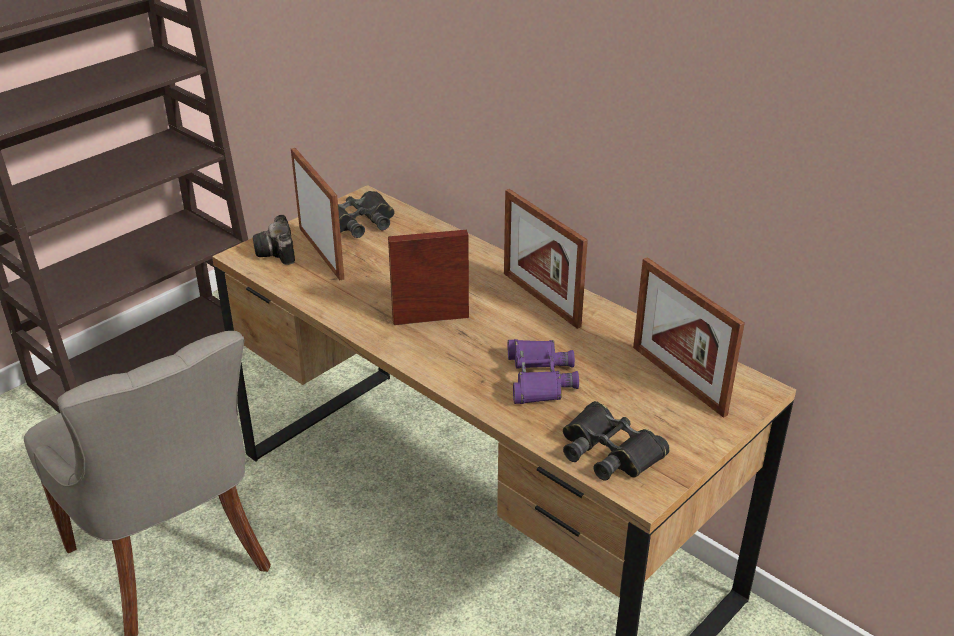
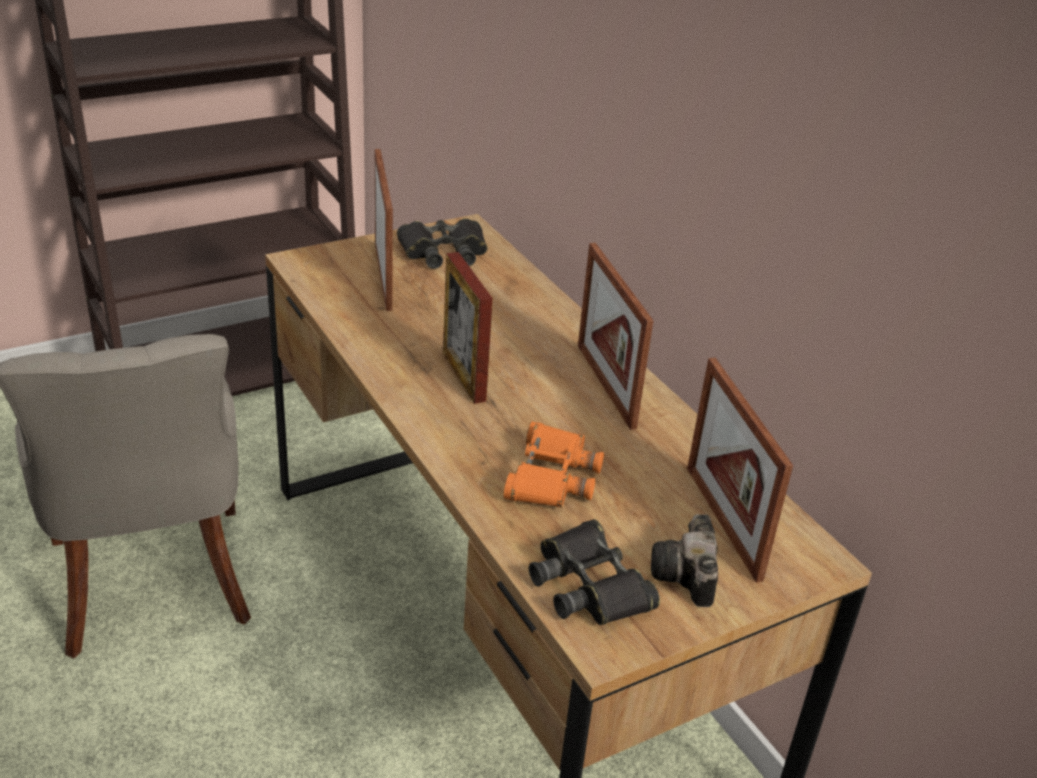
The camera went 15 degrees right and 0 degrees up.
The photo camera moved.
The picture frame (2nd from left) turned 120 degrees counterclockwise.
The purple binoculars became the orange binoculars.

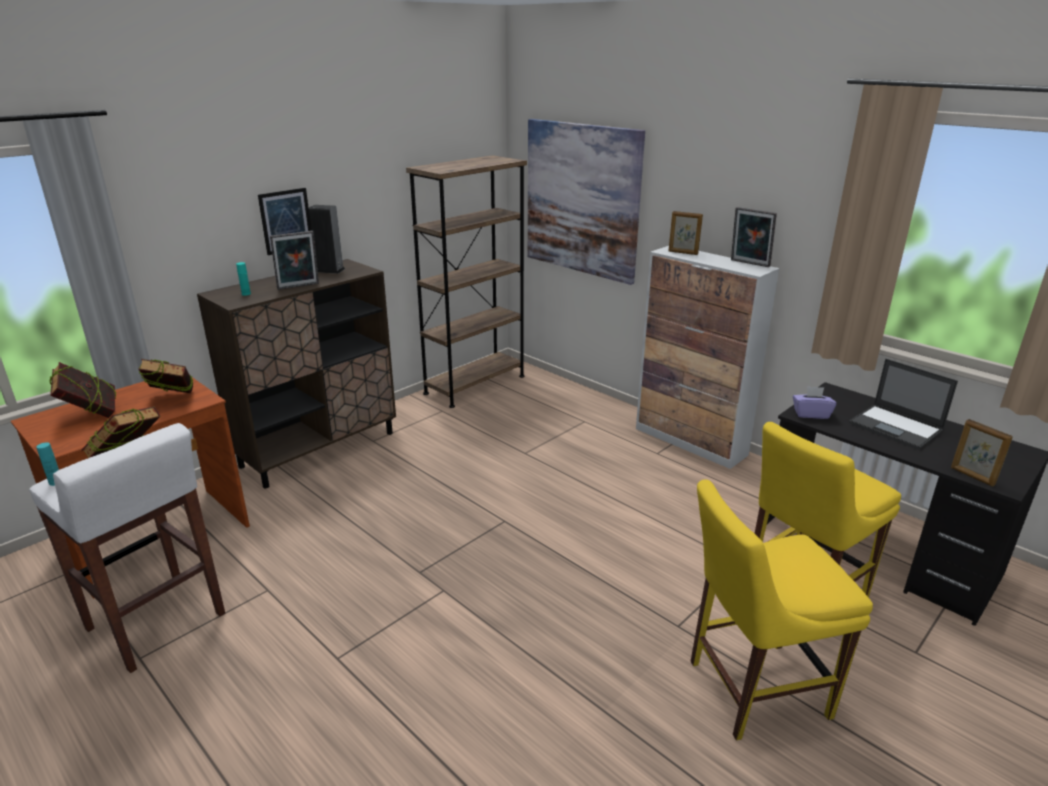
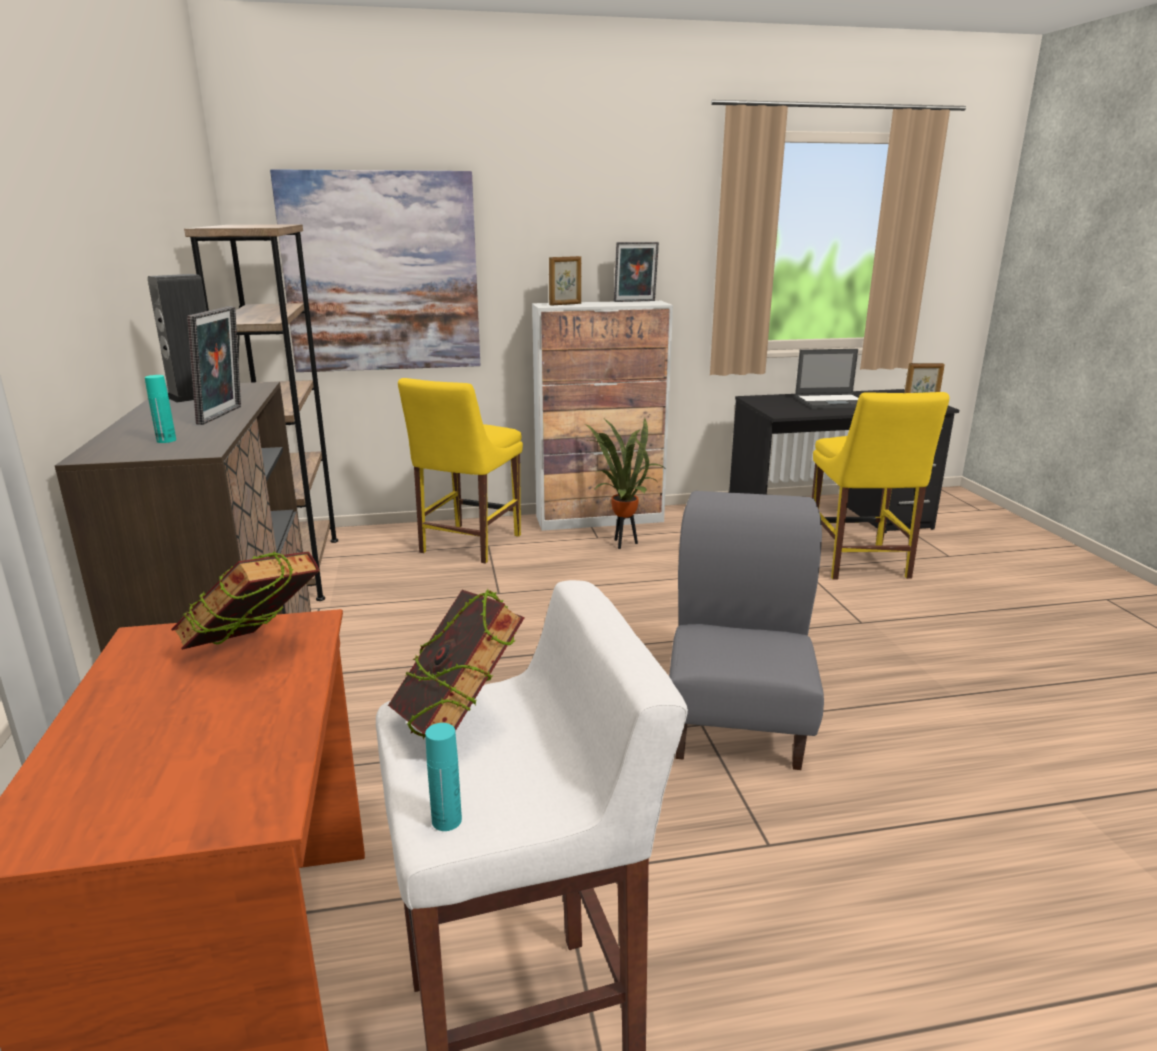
The camera went 55 degrees left and 5 degrees down.
The picture (1st from left) disappeared.
The book (1st from left) disappeared.
The purple tissue box disappeared.
The yellow chair (1st from left) moved.
The potted plant appeared.
The grey chair appeared.

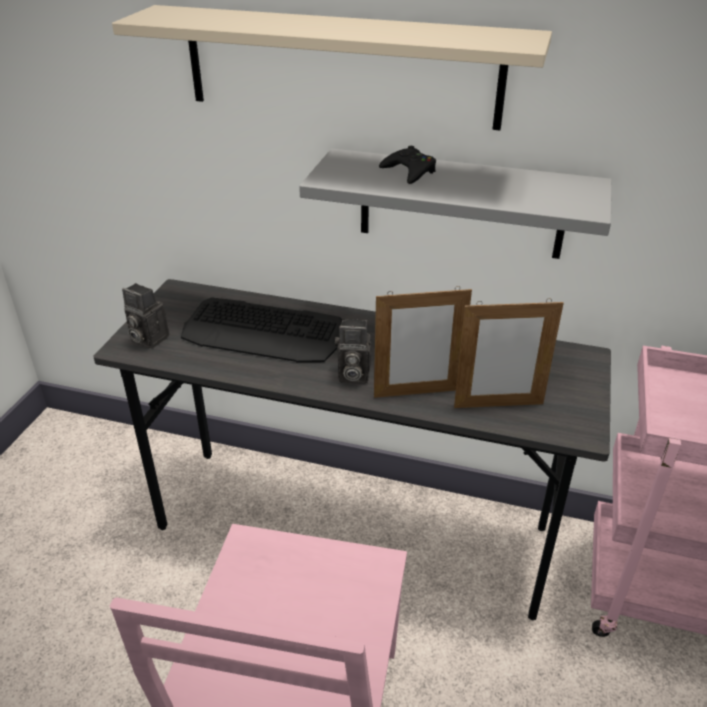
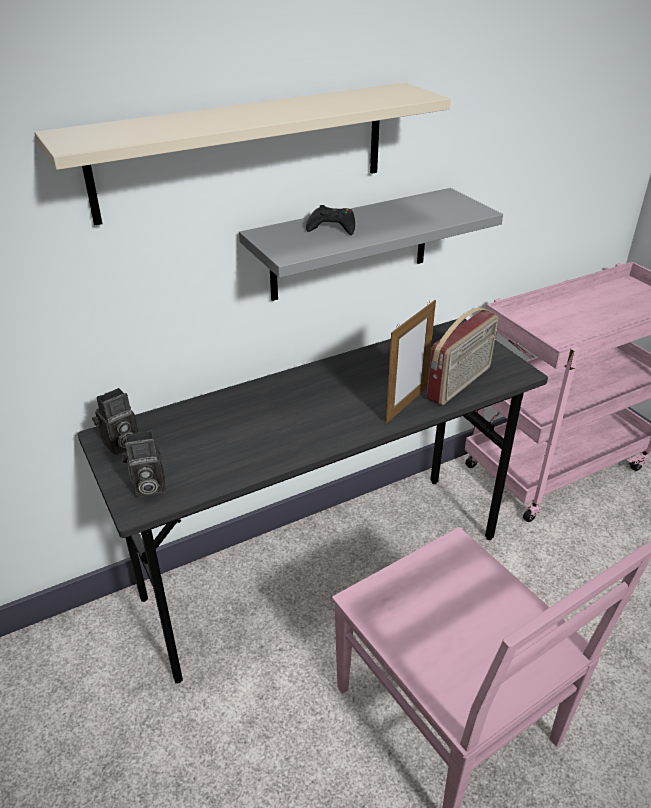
The camera went 45 degrees left and 0 degrees up.
The keyboard disappeared.
The picture frame (2nd from left) was replaced by the radio.
The photo camera (2nd from left in the first image) moved.

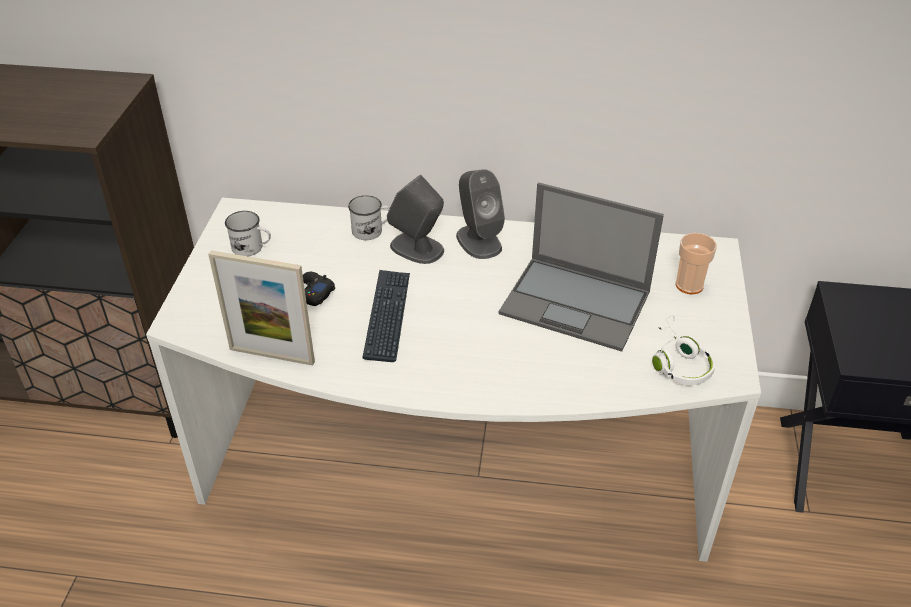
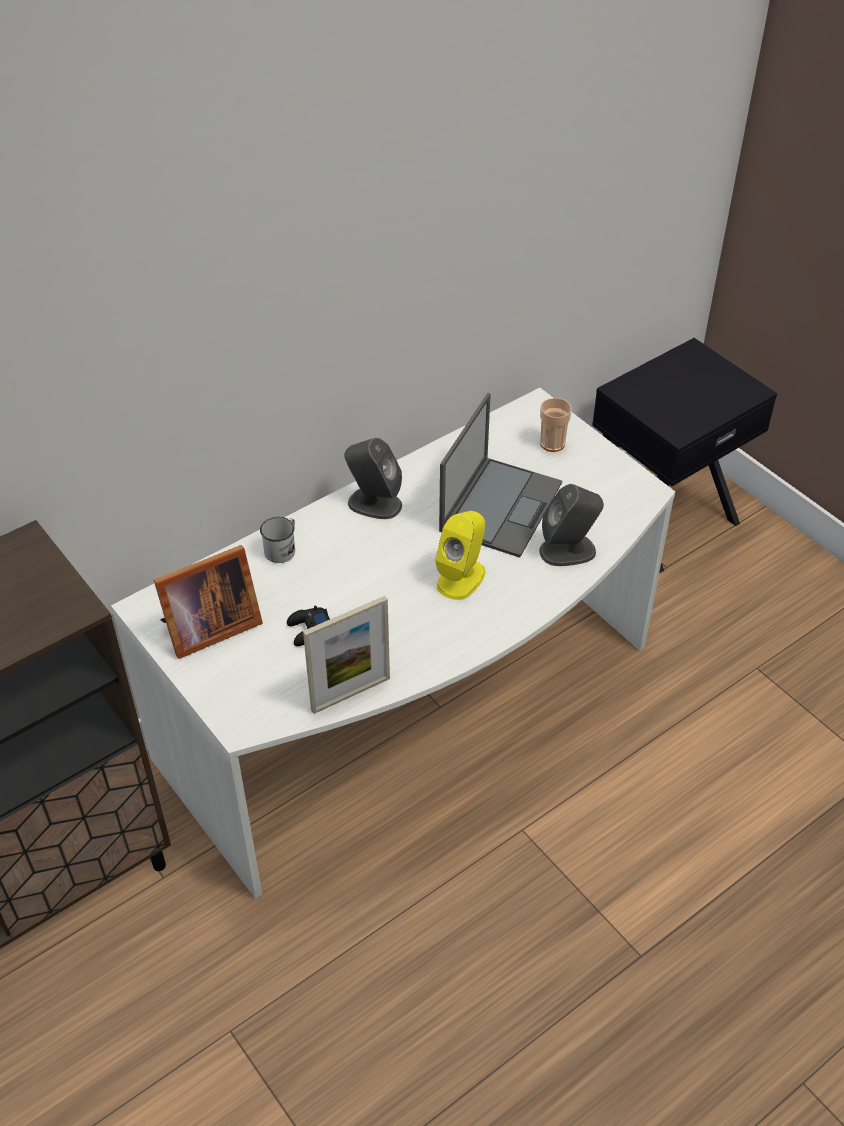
The camera went 45 degrees left and 5 degrees up.
The grey speaker (1st from left in the first image) moved.
The laptop turned 45 degrees counterclockwise.
The white mug (1st from left) was replaced by the picture frame (1st from left).
The keyboard disappeared.
The white headphones disappeared.
The yellow speaker appeared.

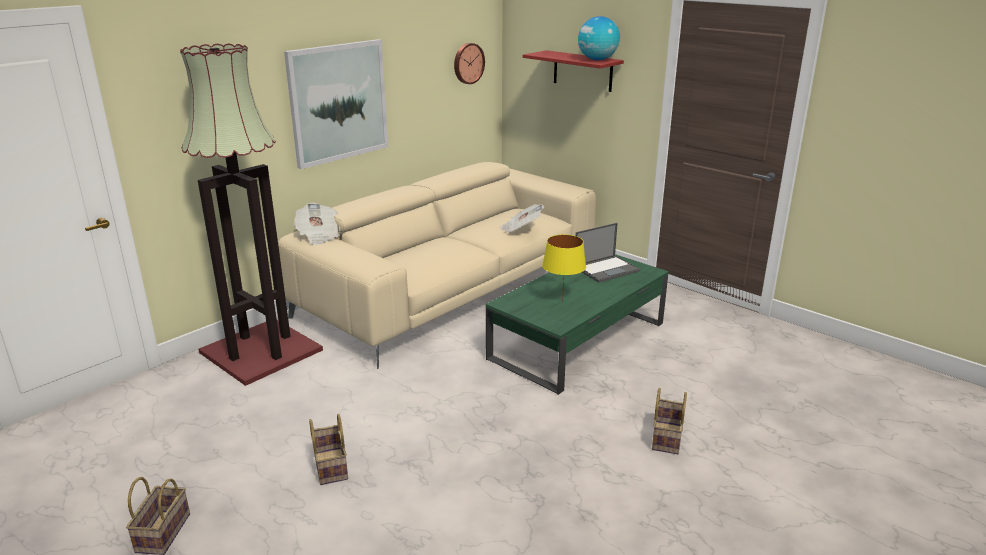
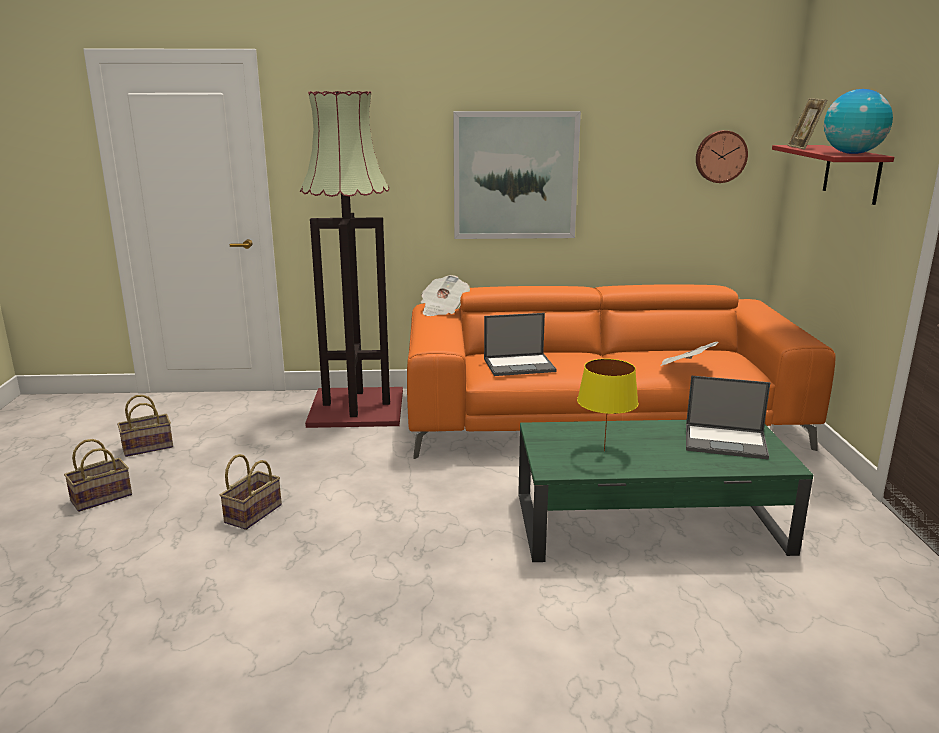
The camera went 45 degrees right and 5 degrees down.
The beige sofa became the orange sofa.
The basket (3rd from left in the first image) moved.
The picture frame appeared.
The laptop (1st from left) appeared.

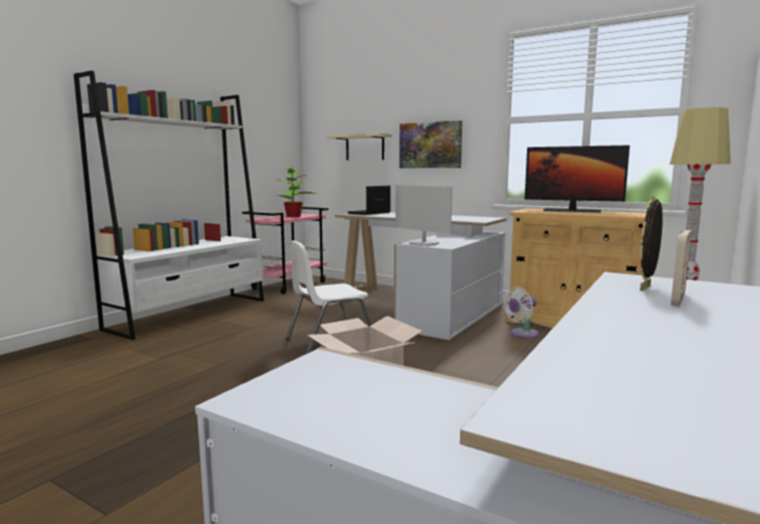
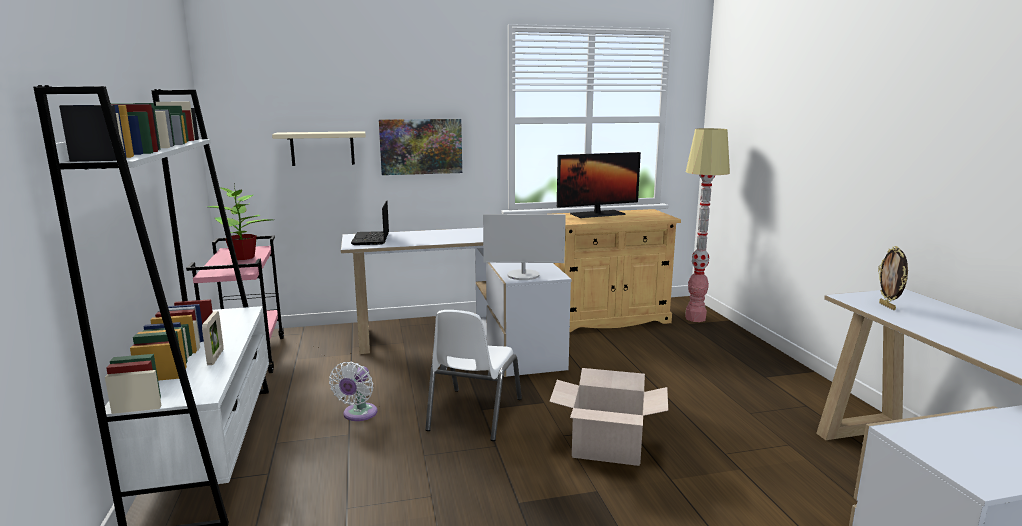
The camera went 45 degrees left and 5 degrees up.
The picture frame (2nd from left in the first image) moved.
The white fan moved.

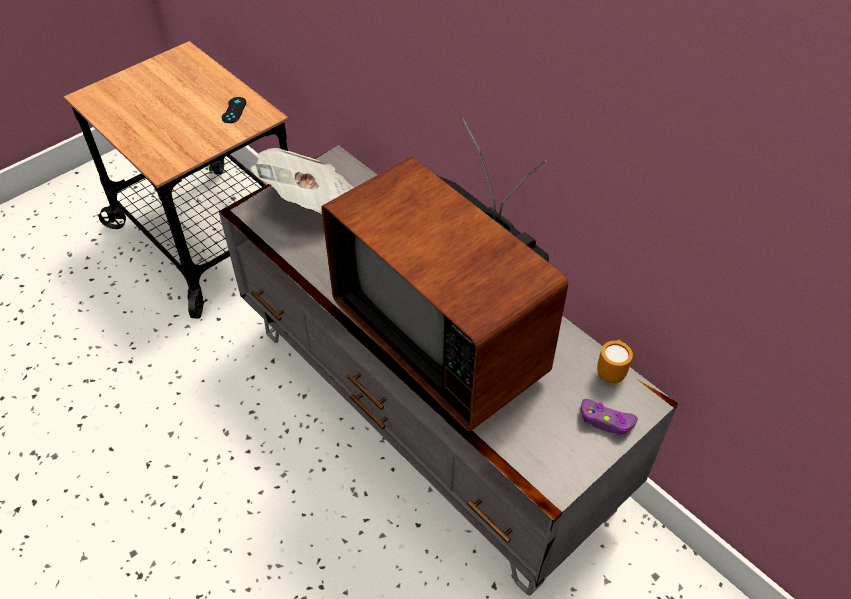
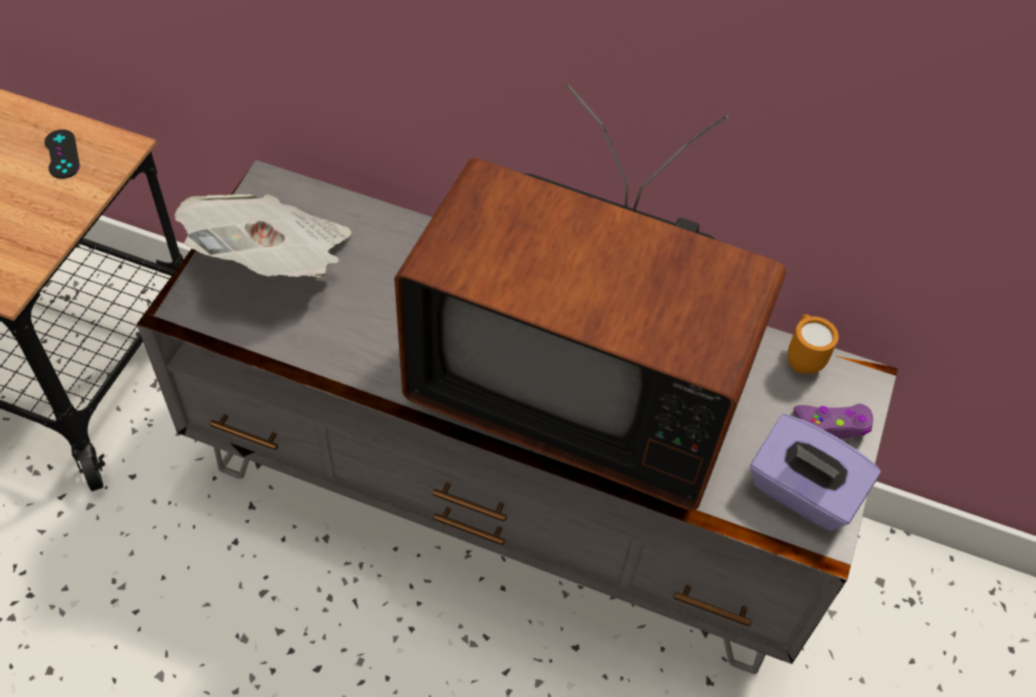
The camera went 30 degrees left and 5 degrees up.
The purple tissue box appeared.

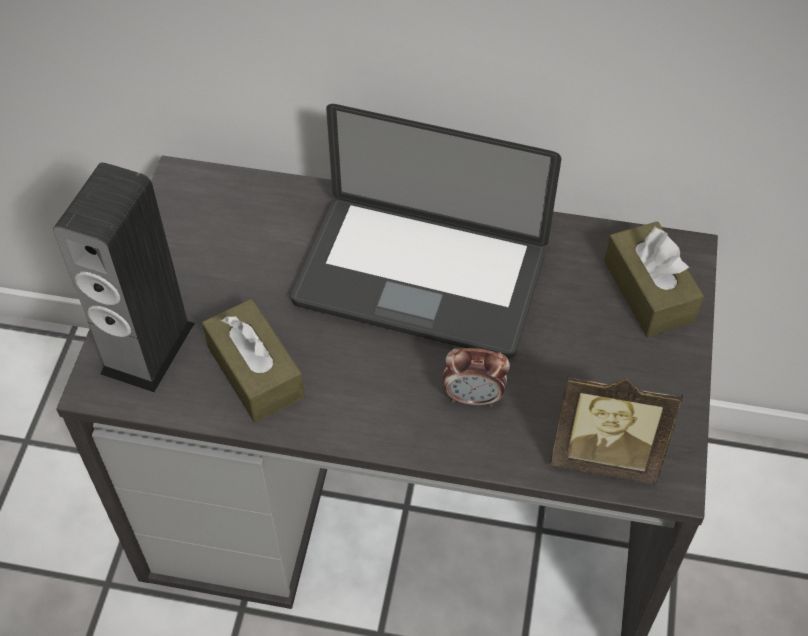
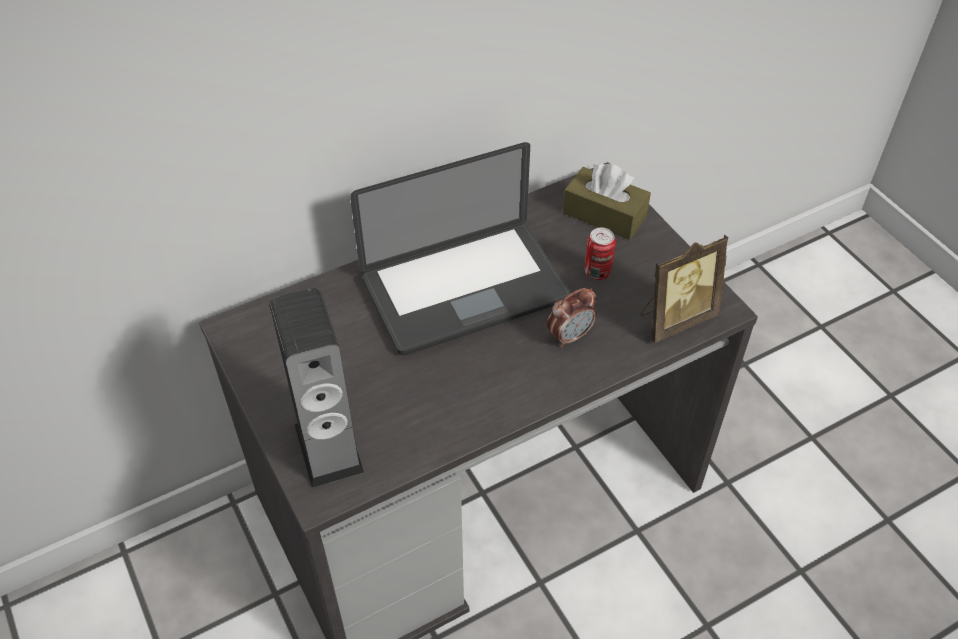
The camera went 40 degrees left and 5 degrees down.
The brown tissue box (1st from left) disappeared.
The can appeared.

